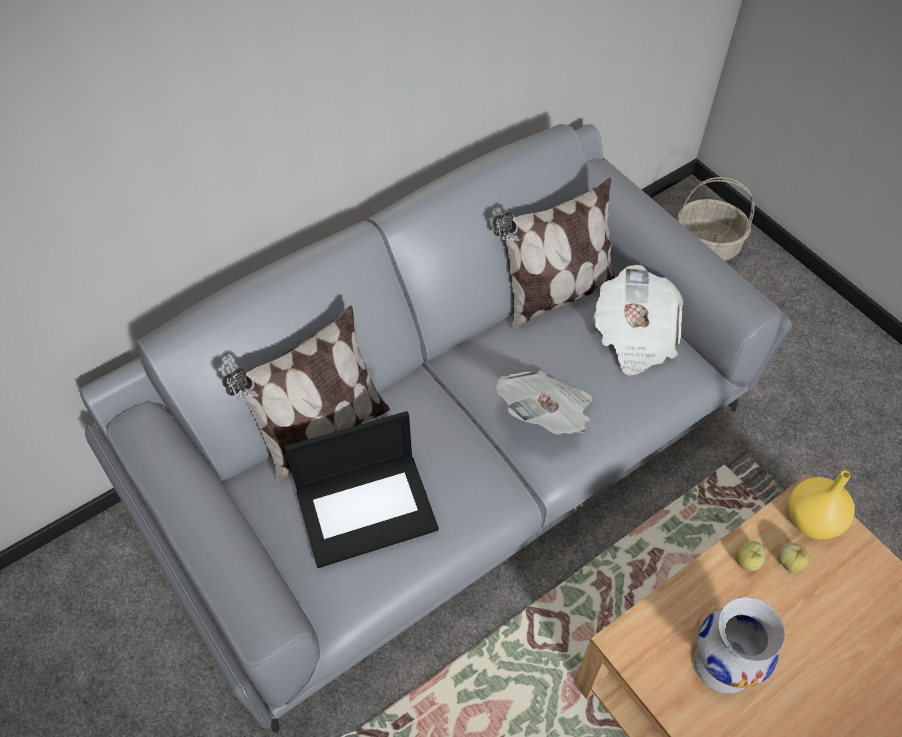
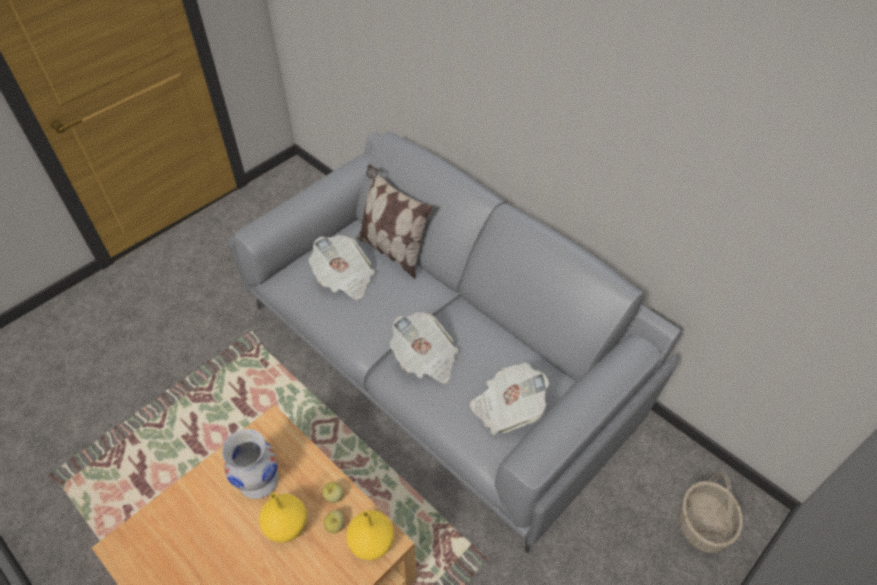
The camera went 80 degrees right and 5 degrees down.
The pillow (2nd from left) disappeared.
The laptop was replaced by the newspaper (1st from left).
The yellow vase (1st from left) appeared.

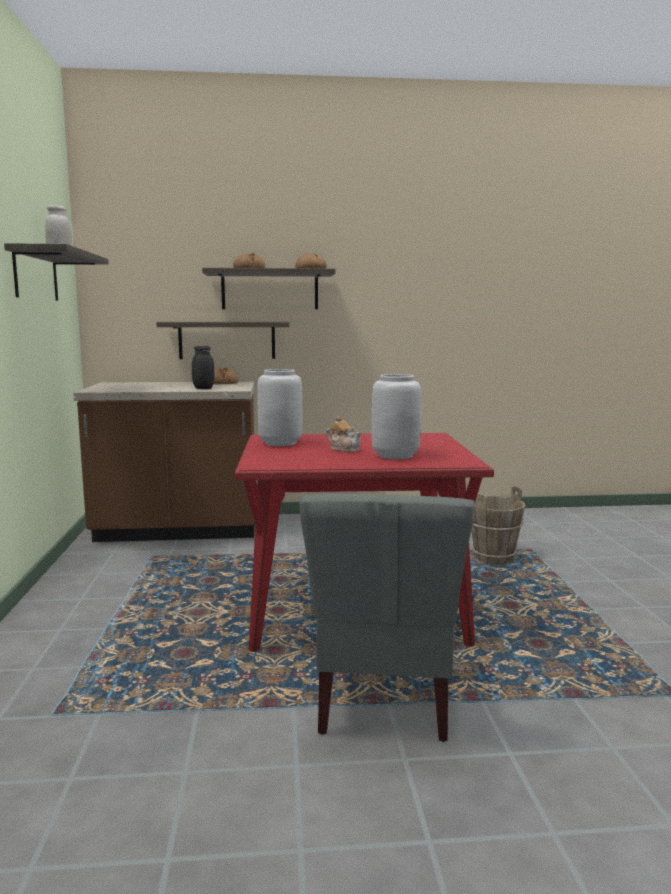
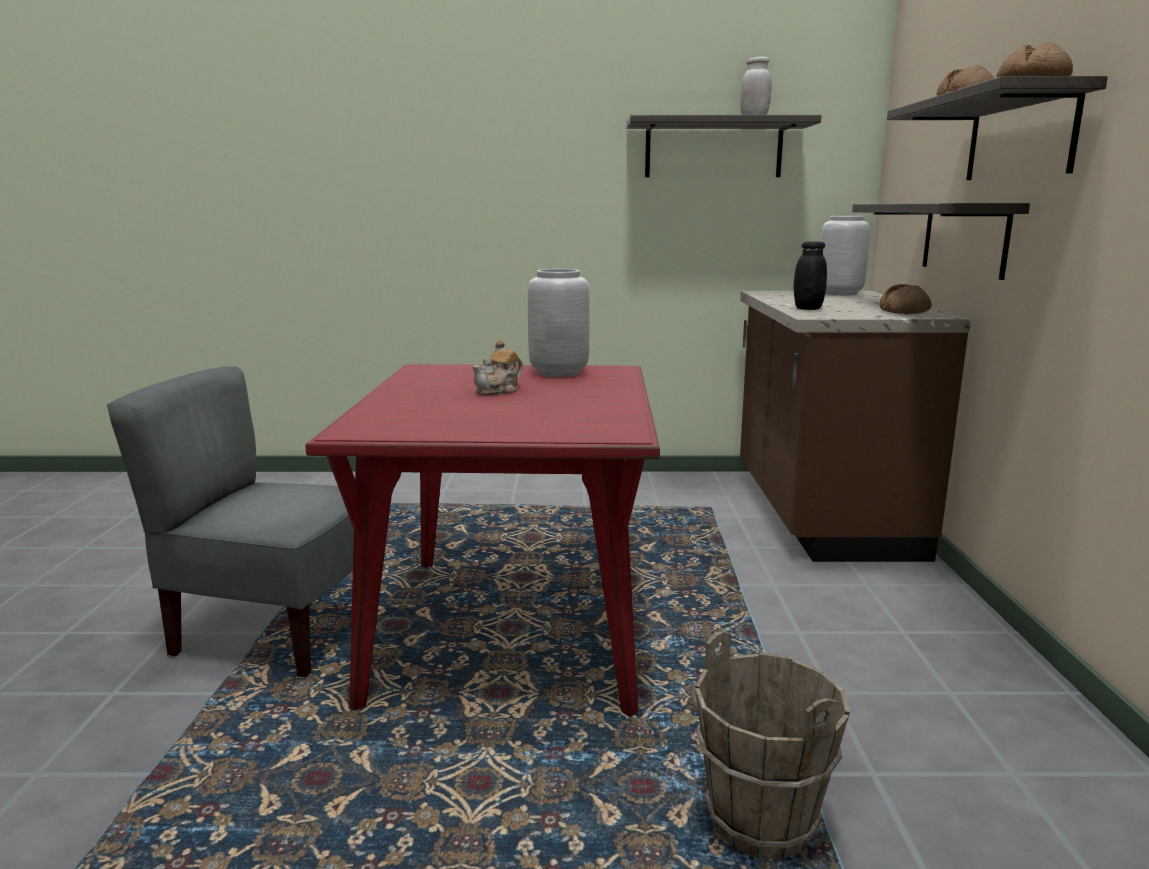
The camera went 95 degrees right and 5 degrees up.
The grey vase (2nd from left) moved.

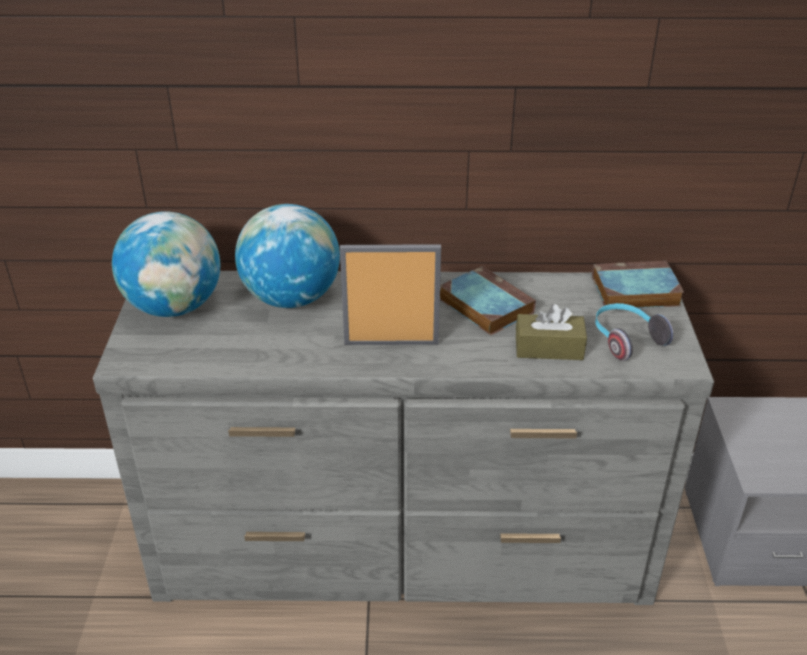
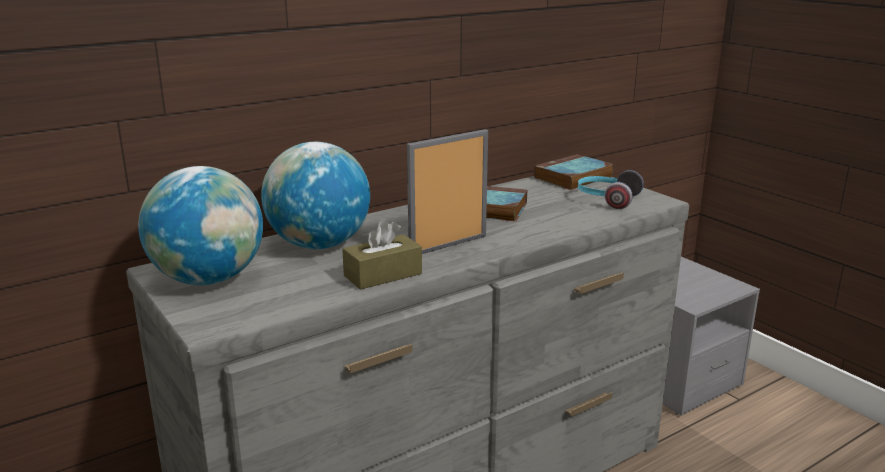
The camera went 35 degrees left and 15 degrees down.
The brown tissue box moved.

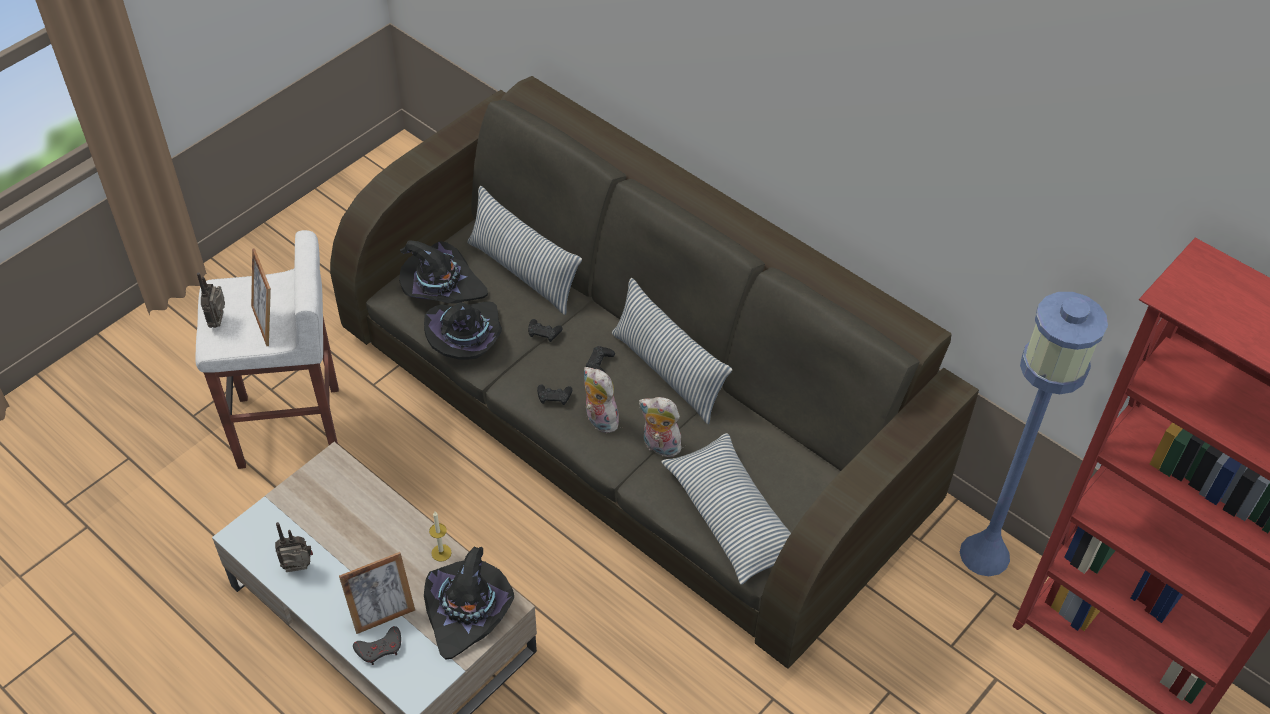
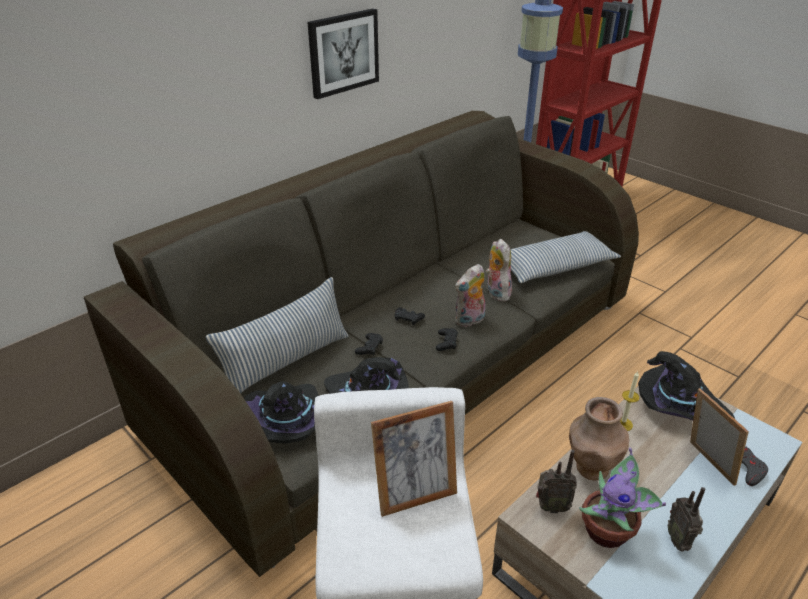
The camera went 85 degrees left and 15 degrees down.
The radio (1st from left) moved.
The pillow (2nd from left) disappeared.
The plush toy (2nd from left) turned 135 degrees clockwise.
The picture appeared.
The brown vase appeared.
The potted plant appeared.

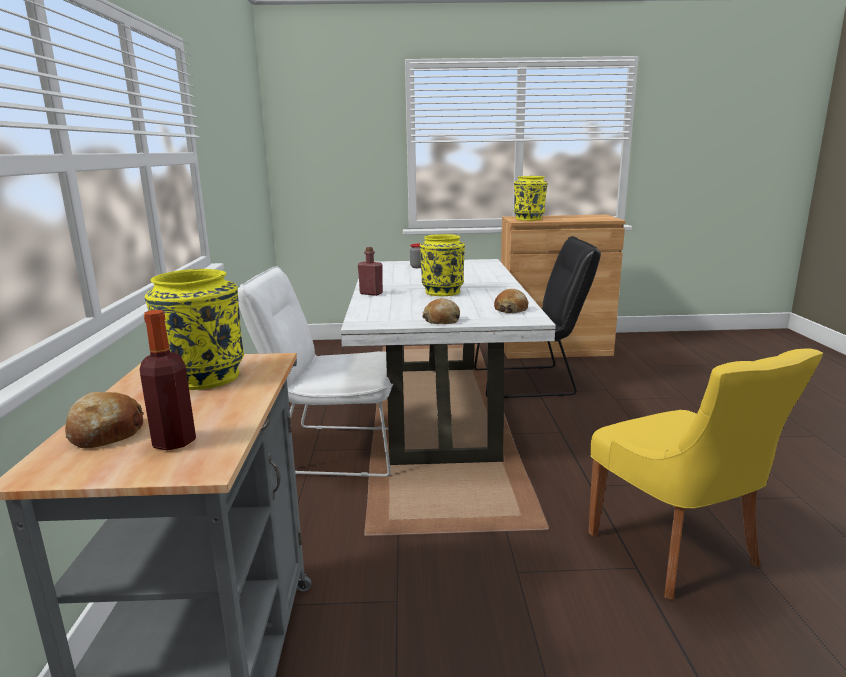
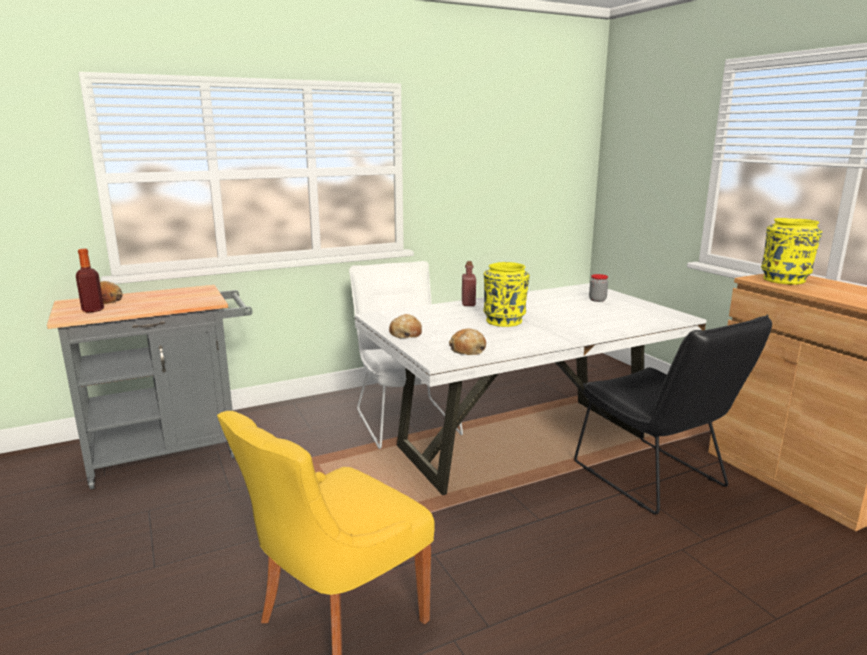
The camera went 65 degrees right and 0 degrees up.
The yellow vase (1st from left) disappeared.

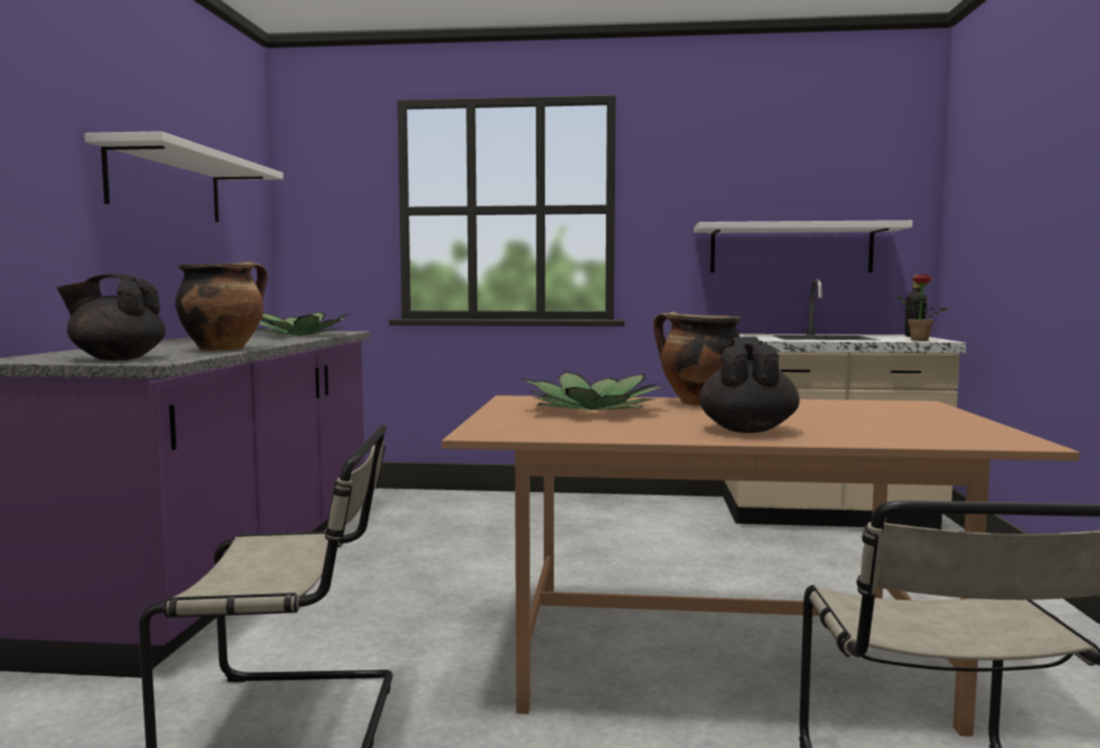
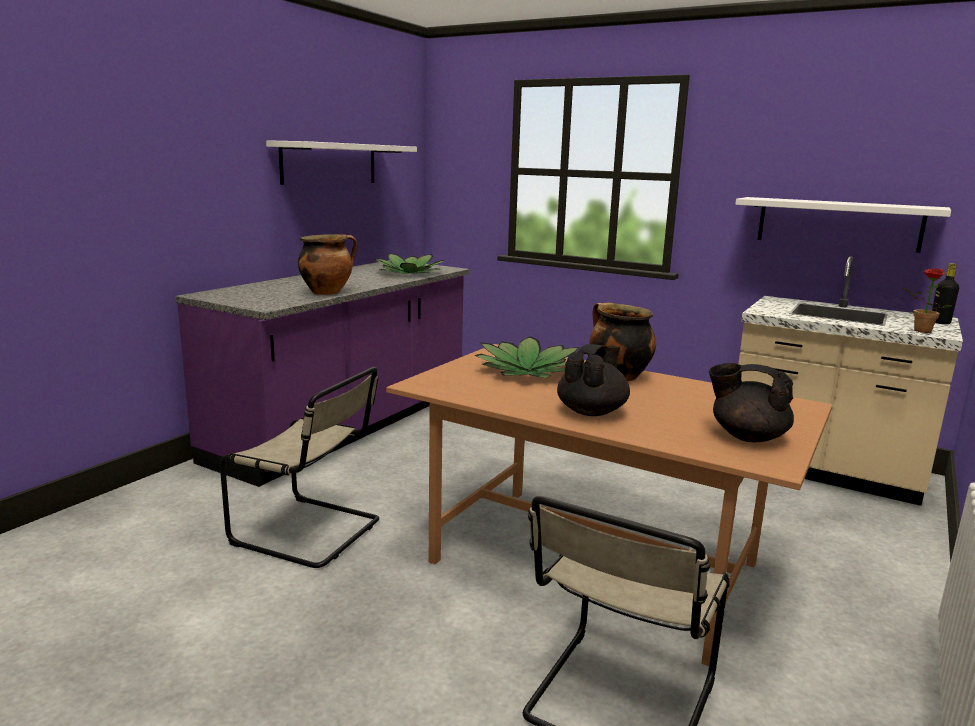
The camera went 25 degrees right and 10 degrees up.
The black teapot (1st from left in the first image) moved.

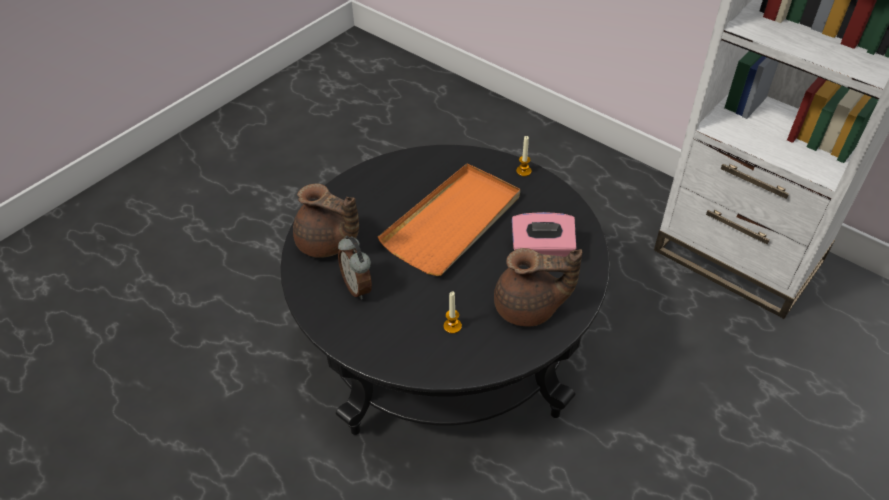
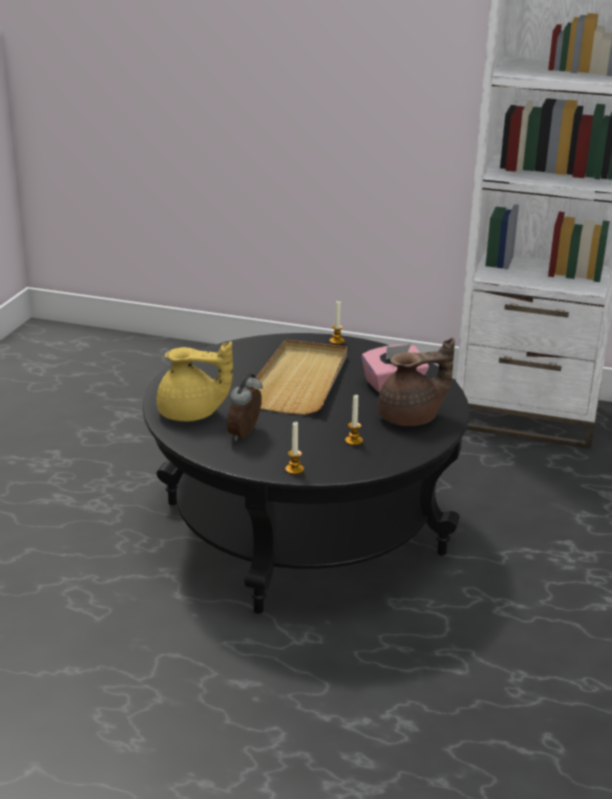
The camera went 25 degrees left and 20 degrees down.
The orange tray became the beige tray.
The brown teapot (1st from left) became the yellow teapot.
The alarm clock turned 75 degrees clockwise.
The candle (1st from left) appeared.

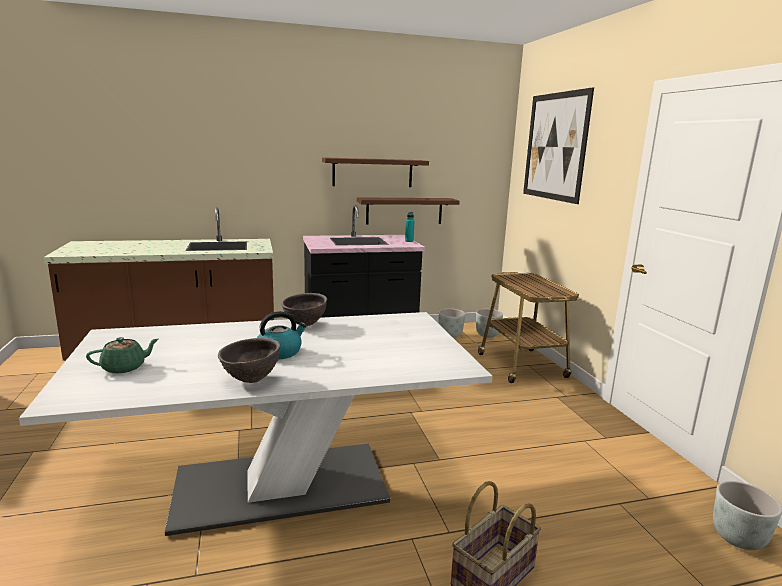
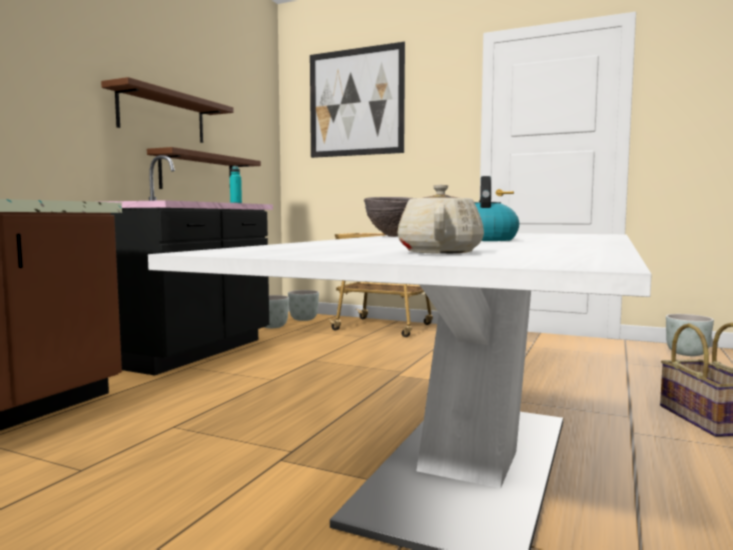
The camera went 50 degrees left and 10 degrees down.
The green teapot became the beige teapot.
The brown bowl (1st from left) disappeared.

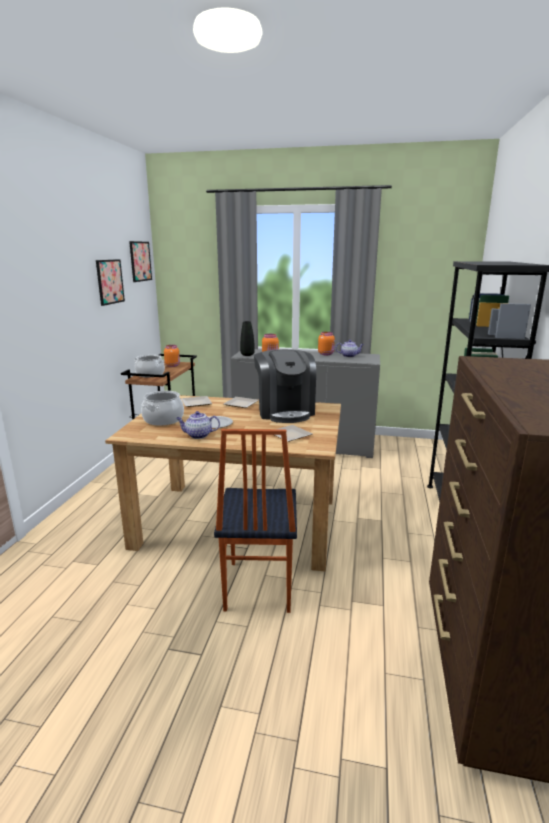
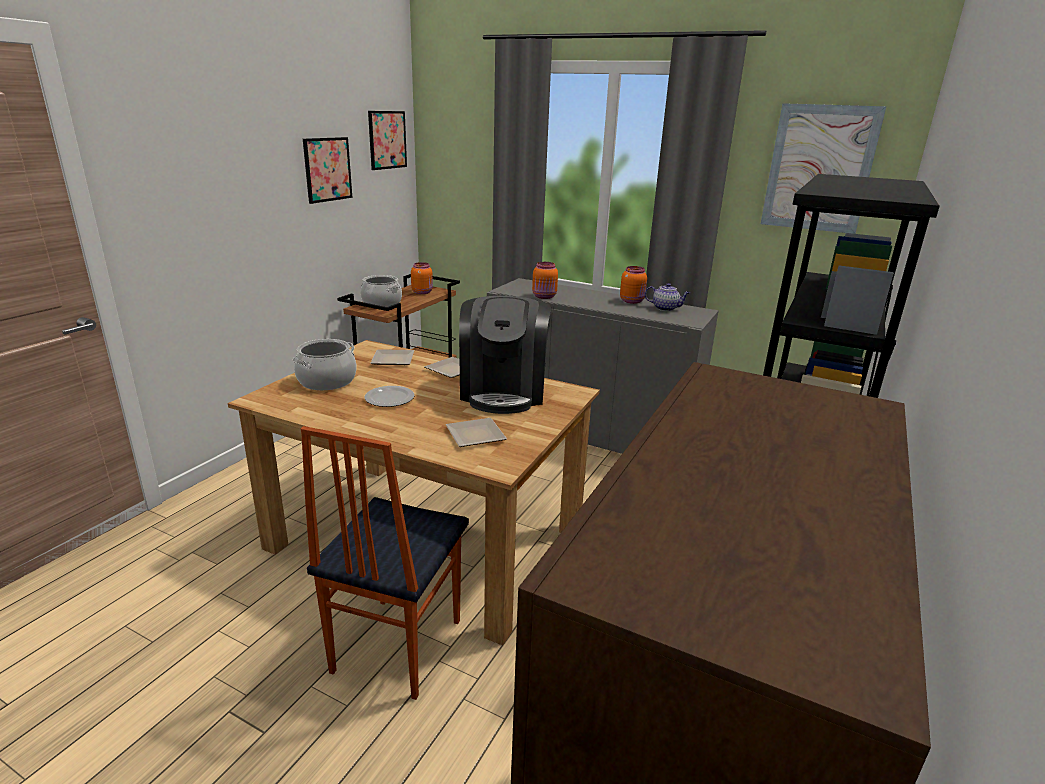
The camera went 15 degrees right and 5 degrees up.
The black vase disappeared.
The teapot (1st from left) disappeared.
The picture (3rd from left) appeared.

